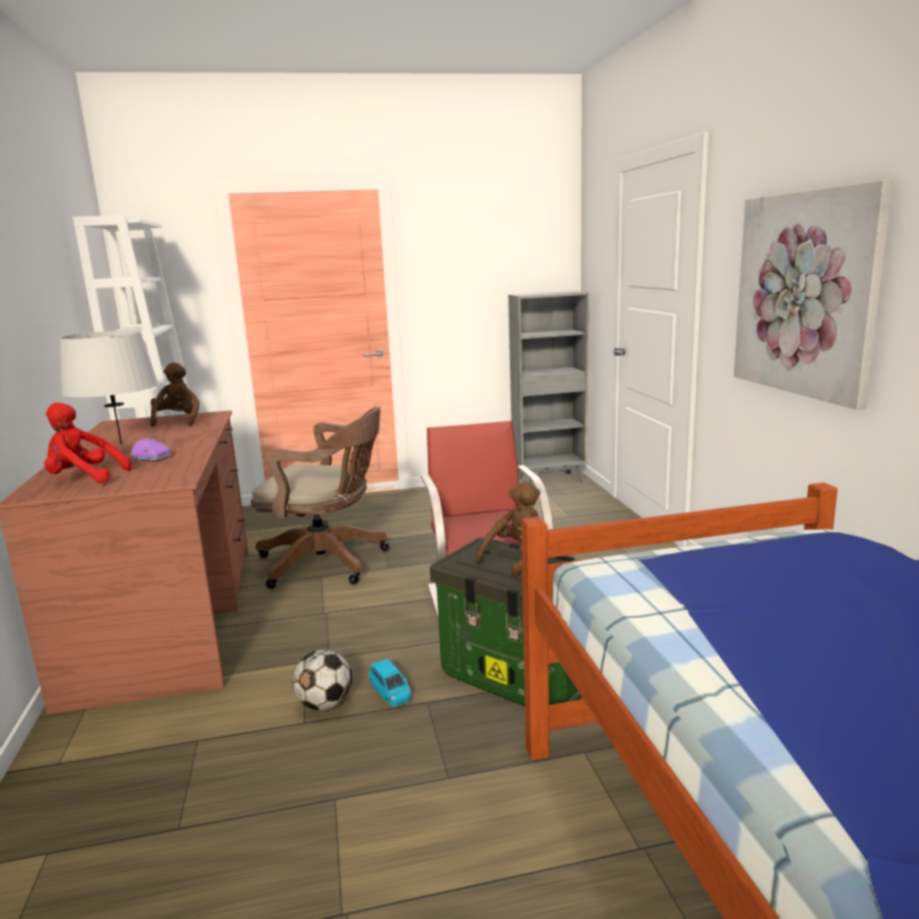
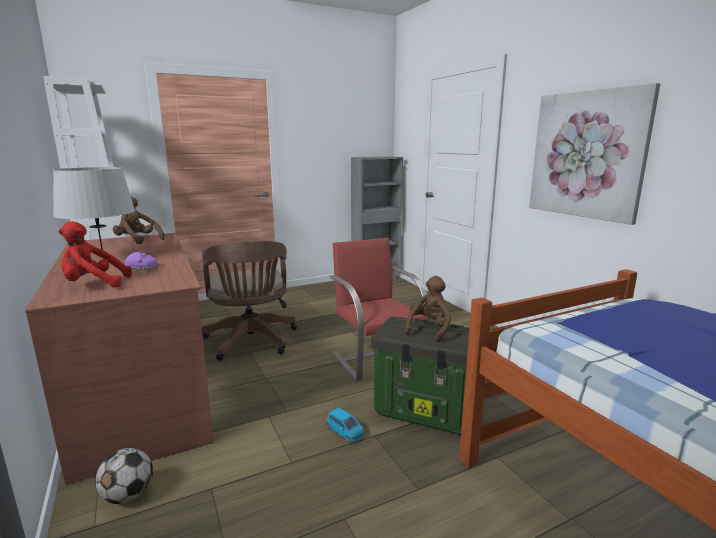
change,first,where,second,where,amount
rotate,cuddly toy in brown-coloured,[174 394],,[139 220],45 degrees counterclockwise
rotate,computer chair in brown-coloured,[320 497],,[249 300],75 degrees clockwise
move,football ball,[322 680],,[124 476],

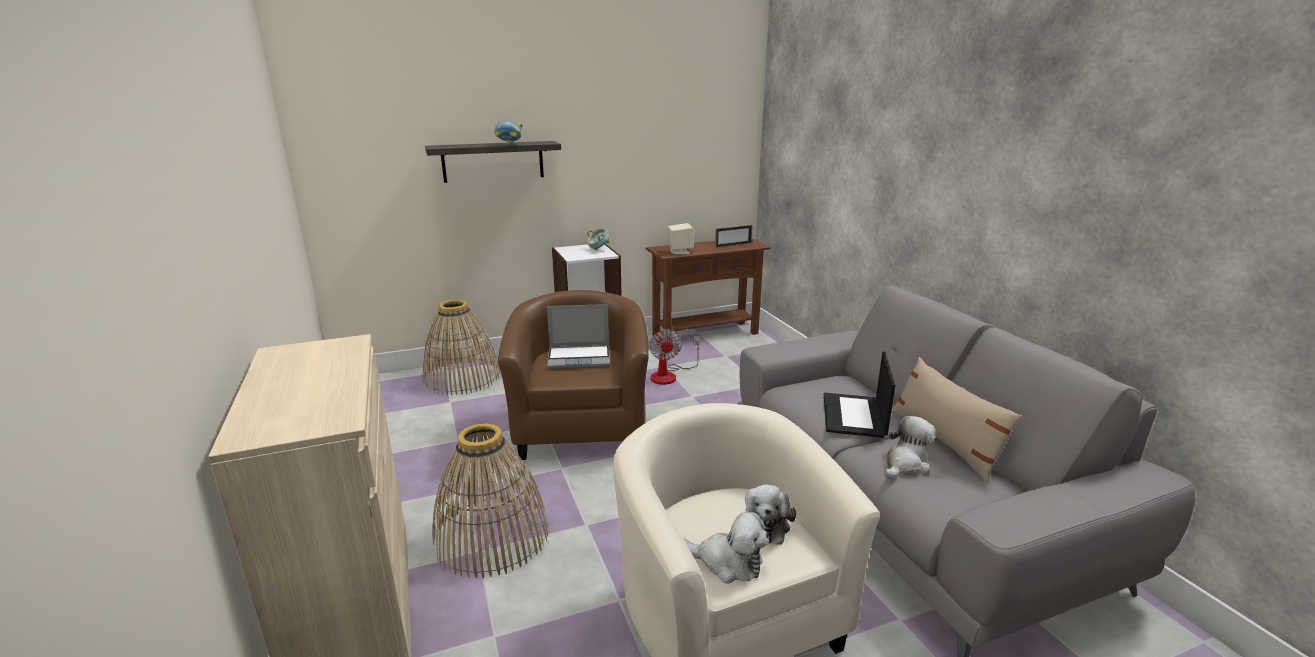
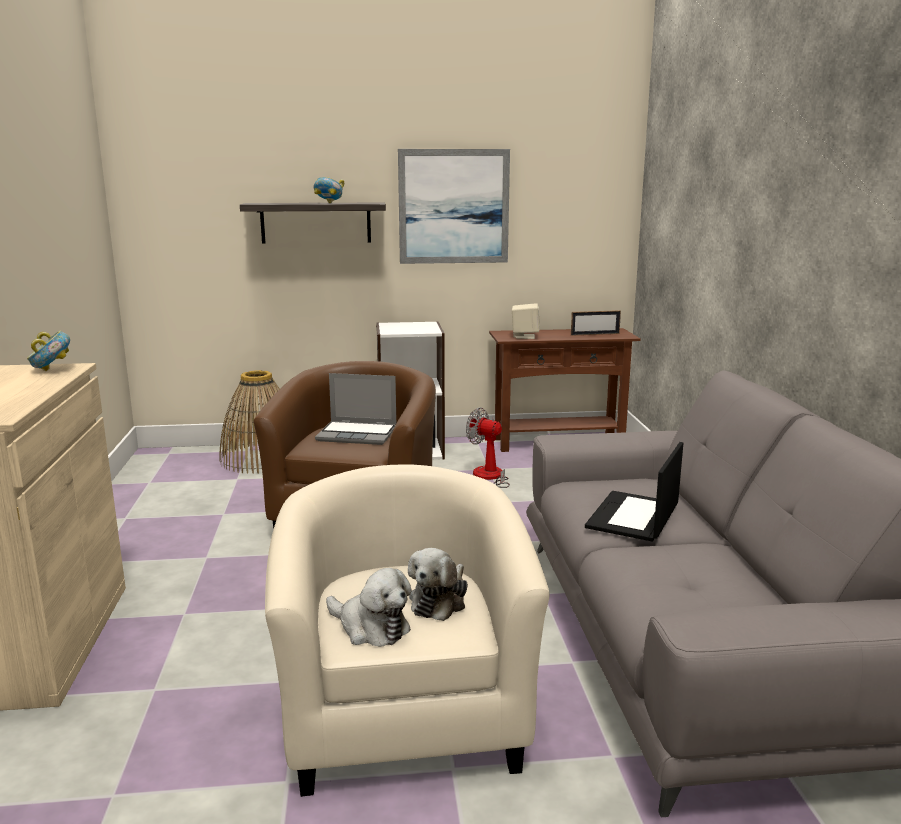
change,first,where,second,where,amount
delete,household basket,[490 500],,,
move,deep dish,[598 239],,[48 350],
rotate,cooling fan,[675 357],,[488 447],120 degrees clockwise
delete,cuddly toy,[910 447],,,
delete,throw pillow in beige-coloured,[956 420],,,
insert,,,wall picture,[454 206],

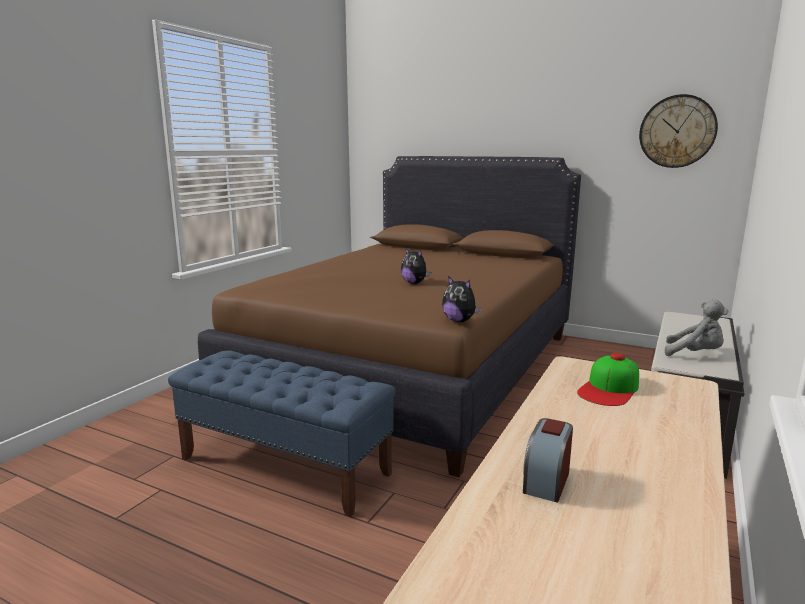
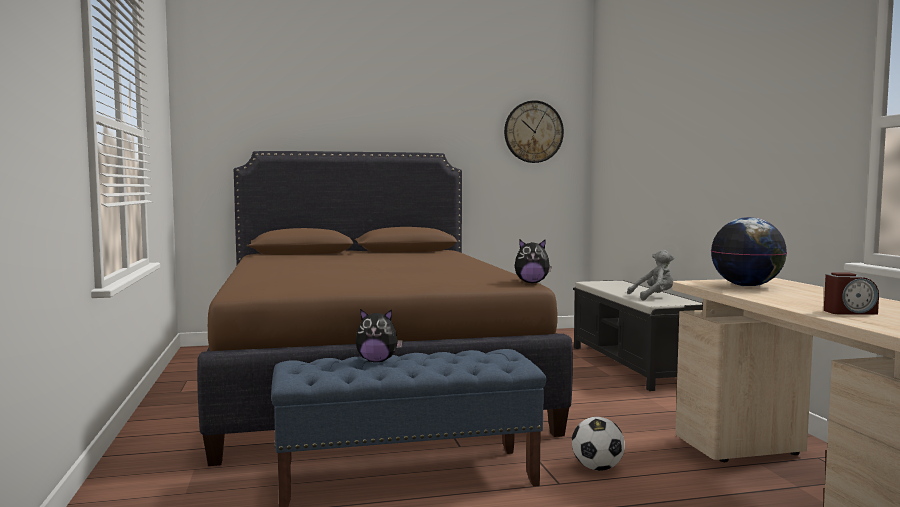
change,first,where,second,where,amount
move,cuddly toy,[416 266],,[379 335],
rotate,alarm clock,[548 460],,[851 294],75 degrees counterclockwise
replace,peaked cap,[608 379],world globe,[749 252],
insert,,,football ball,[598 444],

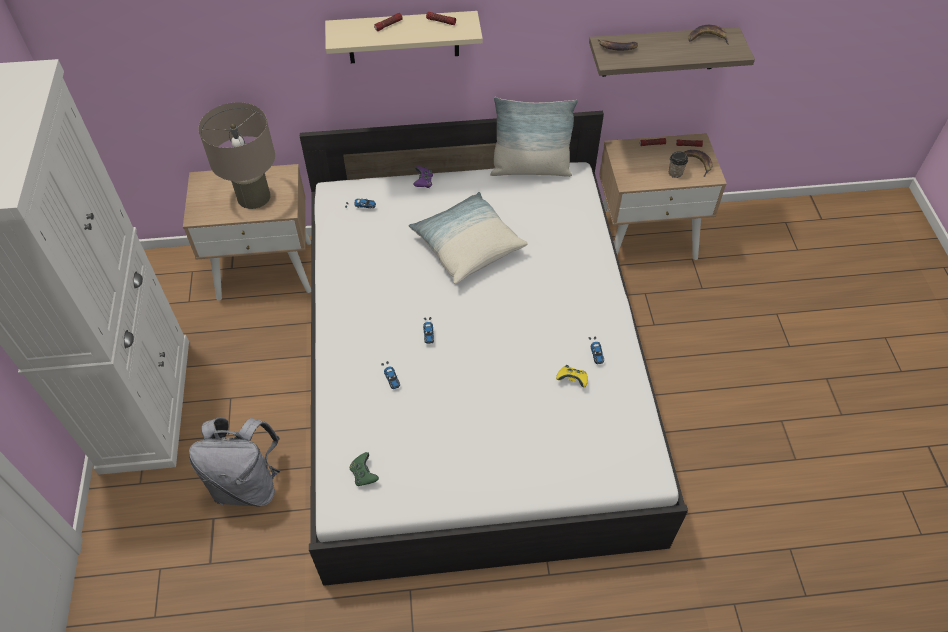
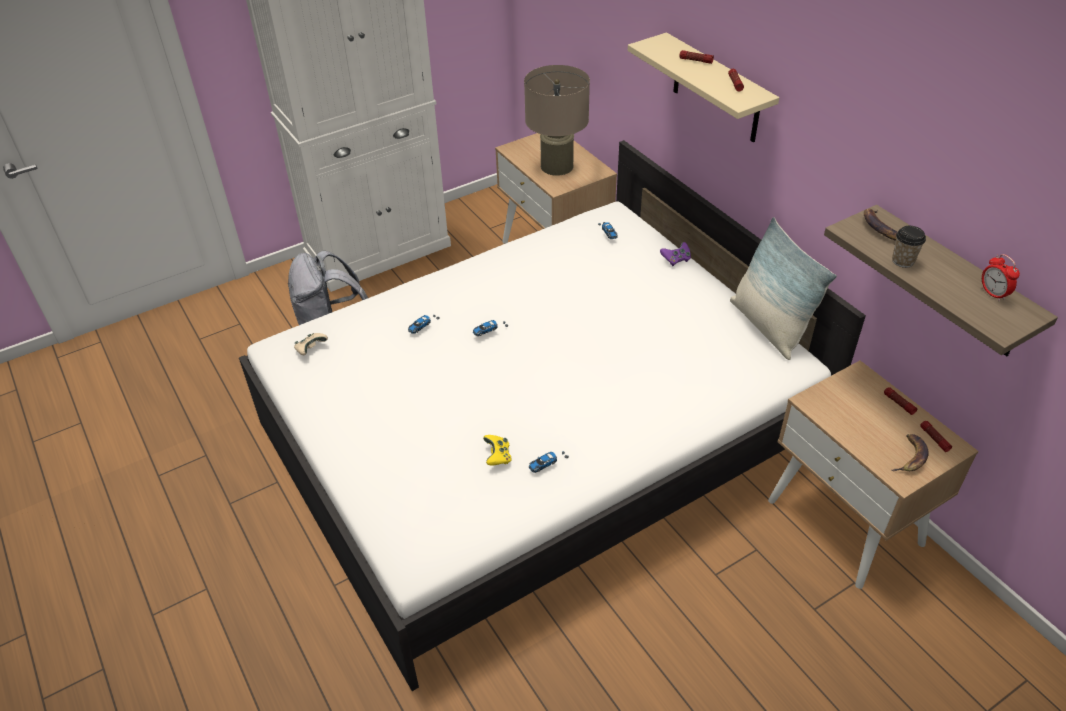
change,first,where,second,where,amount
recolor,game controller in greenish,[364 469],game controller in beige-coloured,[311 344],
delete,throw pillow,[468 238],,,
move,small cup,[678 164],,[909 247],
replace,whole banana,[708 34],alarm clock,[1001 277],

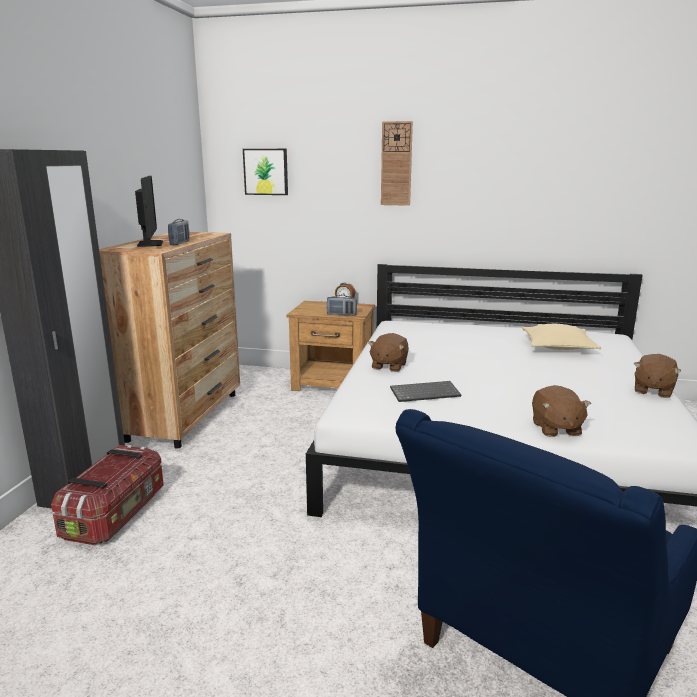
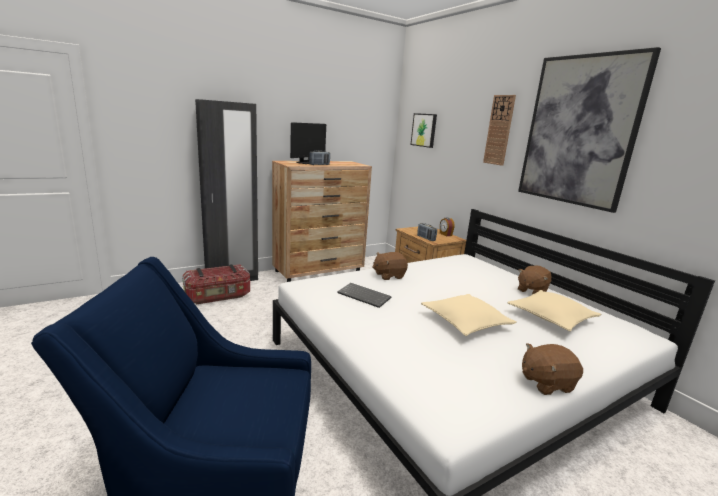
change,first,where,second,where,amount
move,cuddly toy in brown-coloured,[561 411],,[534 280],
insert,,,throw pillow in beige-coloured,[469 315],
insert,,,wall picture,[589 130],

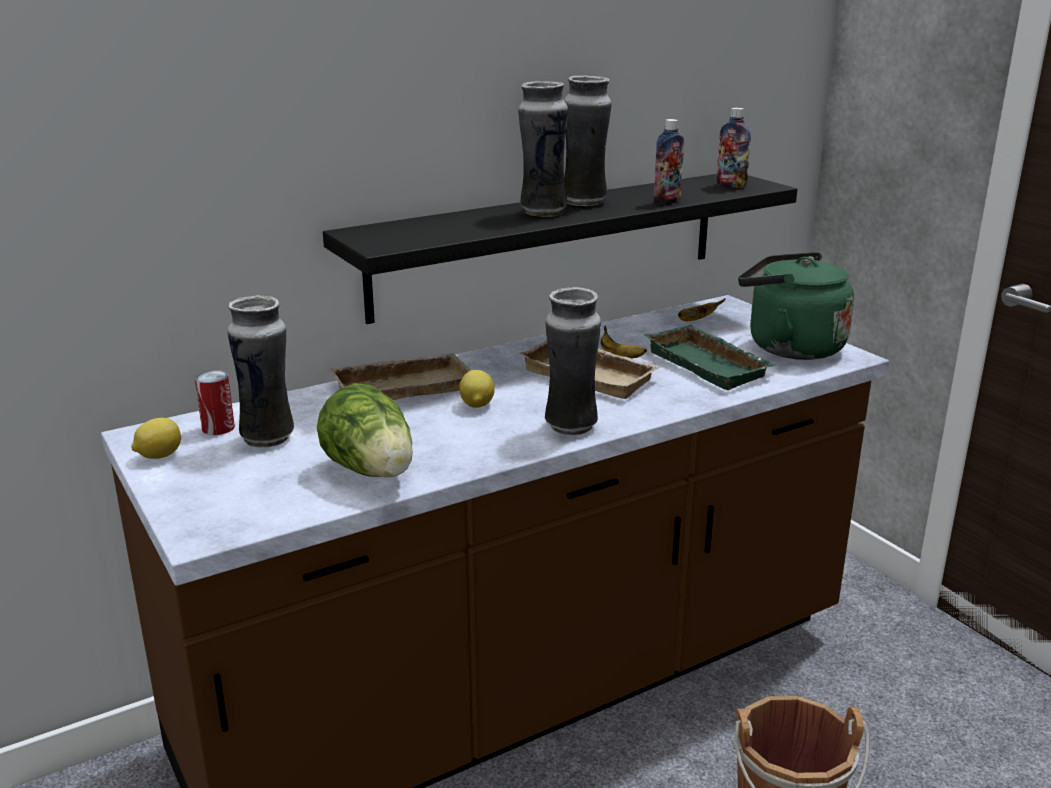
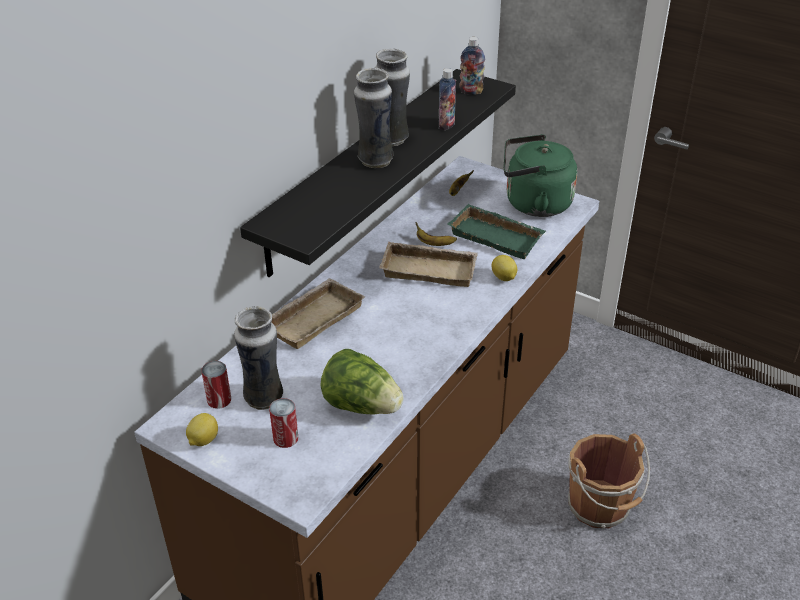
change,first,where,second,where,amount
move,lemon,[477 389],,[504 268],
delete,decorative vase,[573 361],,,
insert,,,sealed can,[283 423],

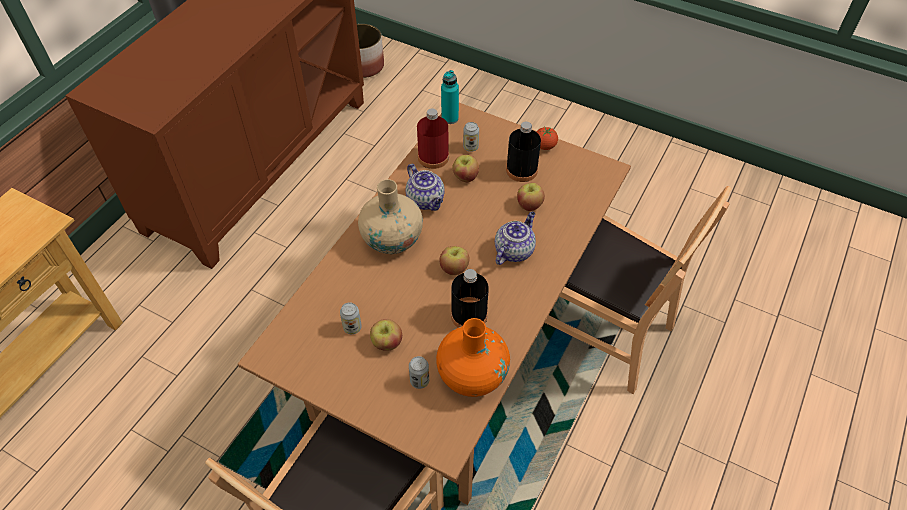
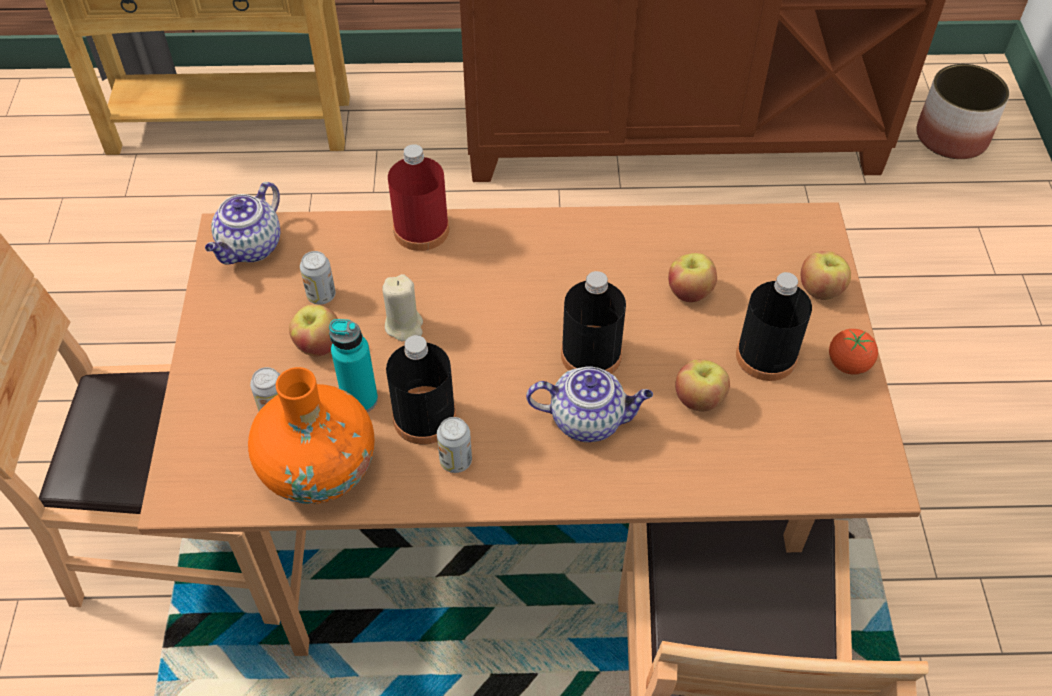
change,first,where,second,where,amount
delete,decorative vase in beige-coloured,[390 216],,,
move,tea pot,[425 187],,[242 223],
move,bottle in red,[433 139],,[418 197],
move,apple fruit,[454 260],,[826 275],
move,bottle in turquoise,[450 97],,[353 365],
move,sealed can,[471 137],,[454 445],
insert,,,wax light in beige-coloured,[402 307],
insert,,,bottle in black-coloured,[593 322],

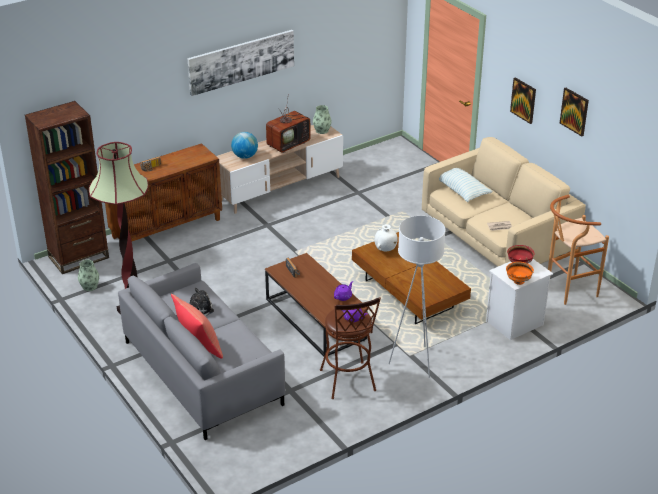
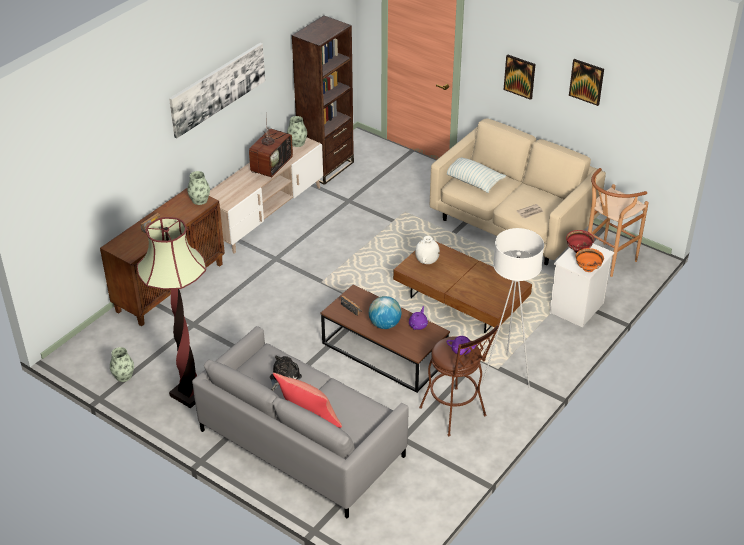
change,first,where,second,where,amount
move,bookcase in brown-coloured,[67 187],,[323 100],
move,world globe,[244 145],,[385 312],
insert,,,decorative vase,[198 188],

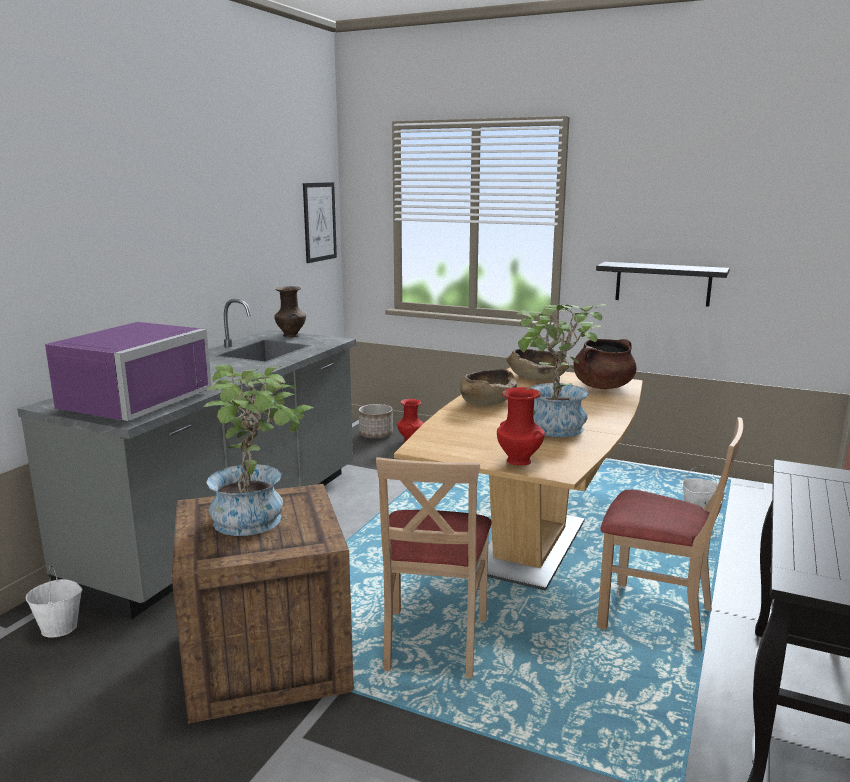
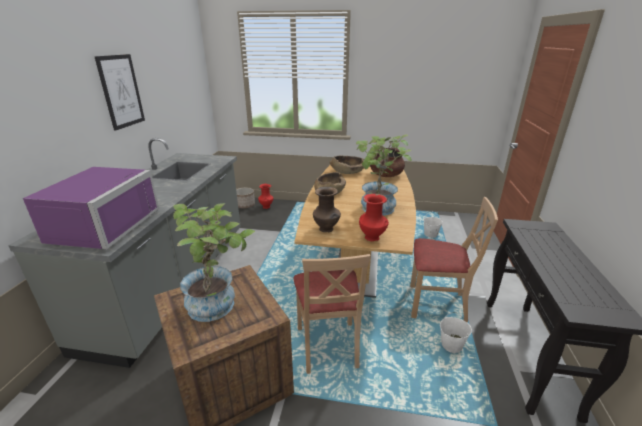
change,first,where,second,where,amount
move,pail in white-coloured,[54 602],,[456 333],
move,decorative vase in brown-coloured,[290 311],,[327 209],
move,wall picture,[320 222],,[120 92],
delete,wall shelf in black-coloured,[663 284],,,

